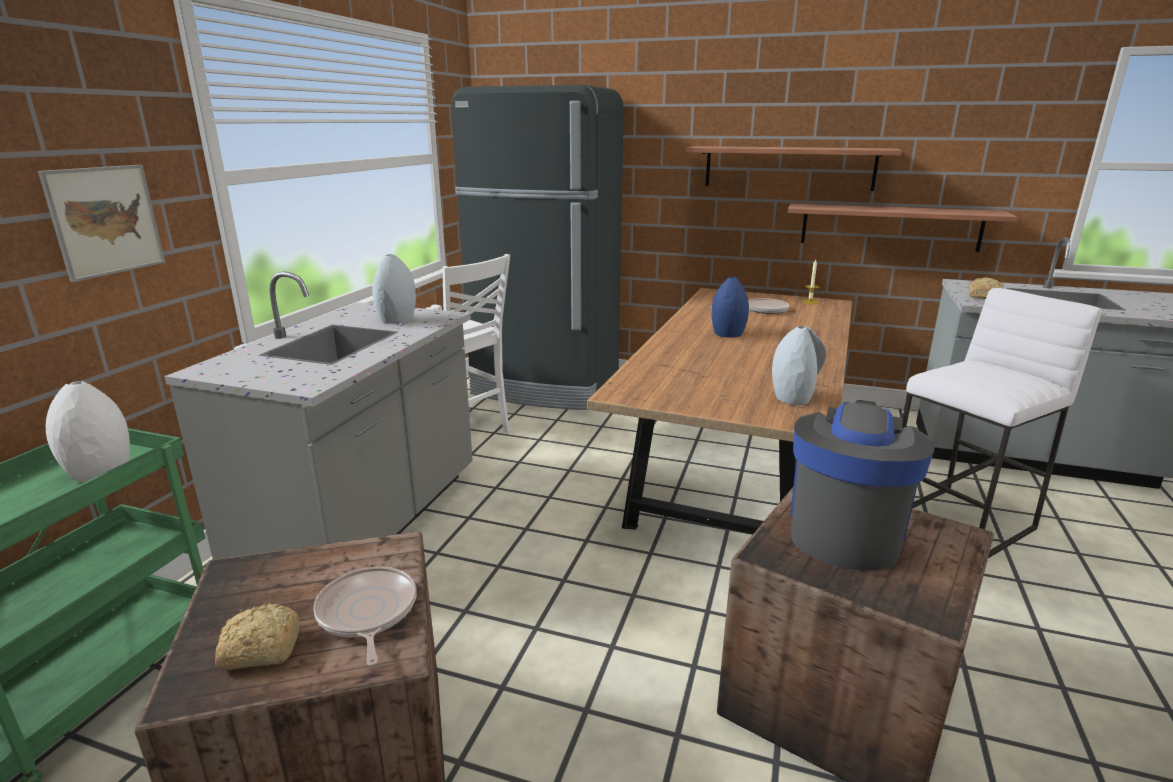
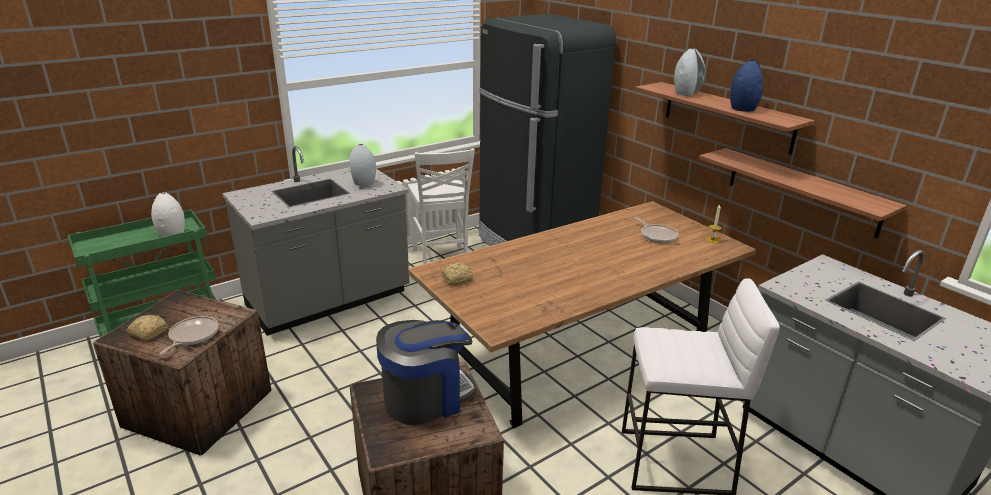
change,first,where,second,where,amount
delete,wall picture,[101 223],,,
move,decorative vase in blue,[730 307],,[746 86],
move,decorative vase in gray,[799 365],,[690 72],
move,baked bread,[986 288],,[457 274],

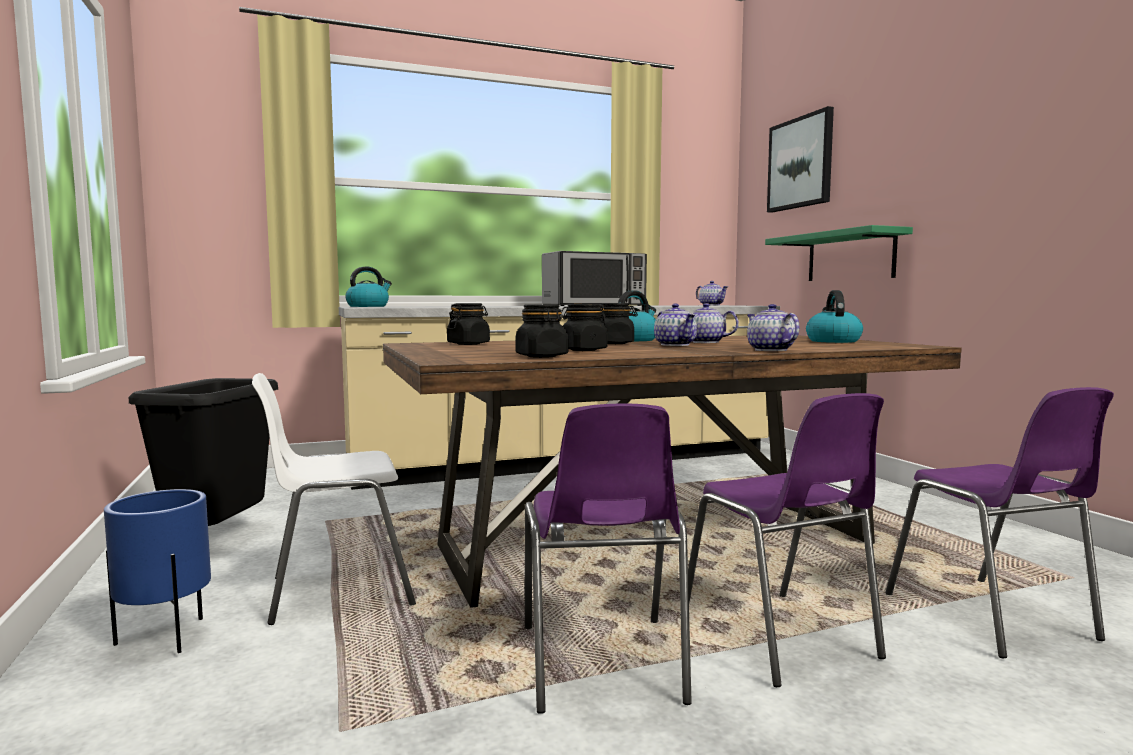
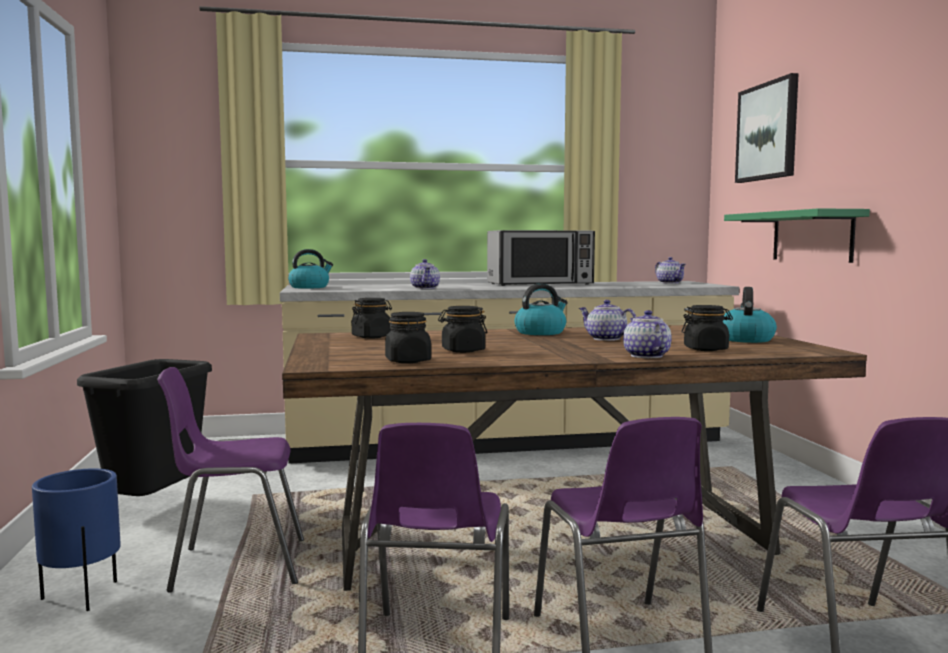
change,first,where,second,where,amount
recolor,chair in white-coloured,[334 499],chair in purple-coloured,[230 480],
move,jar in black-coloured,[619 323],,[707 328],
move,tea pot,[675 324],,[425 274],

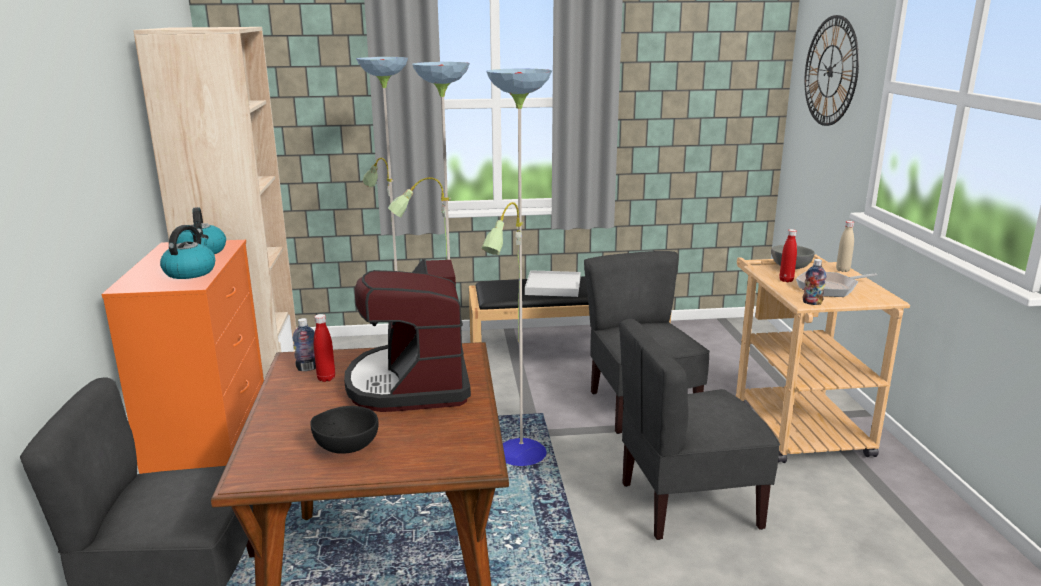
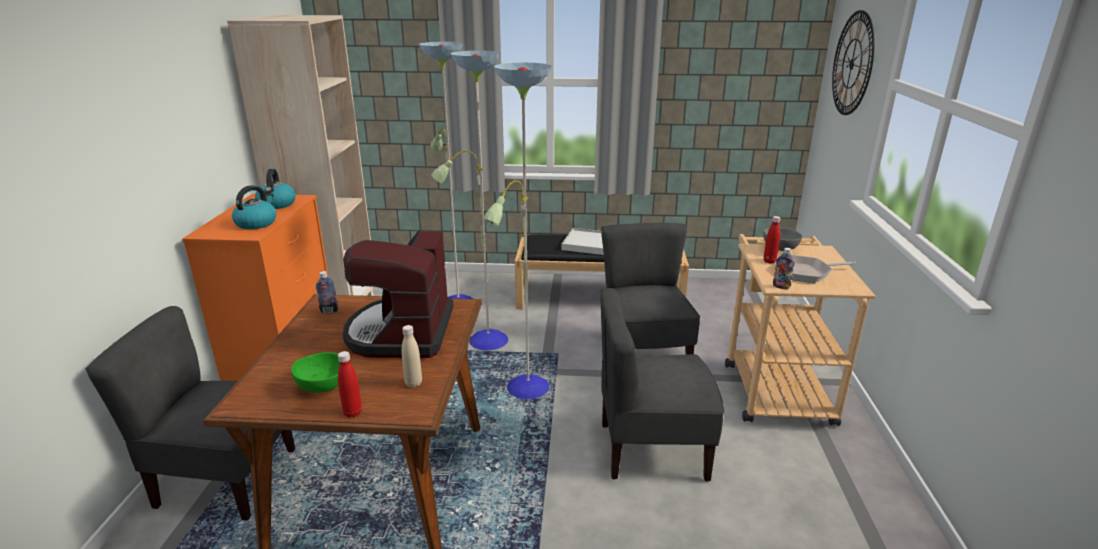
change,first,where,second,where,amount
recolor,deep dish in black-coloured,[344 430],deep dish in greenish,[315 372],
move,bottle in red,[324 348],,[350 384],
move,bottle in beige-coloured,[845 246],,[411 356],

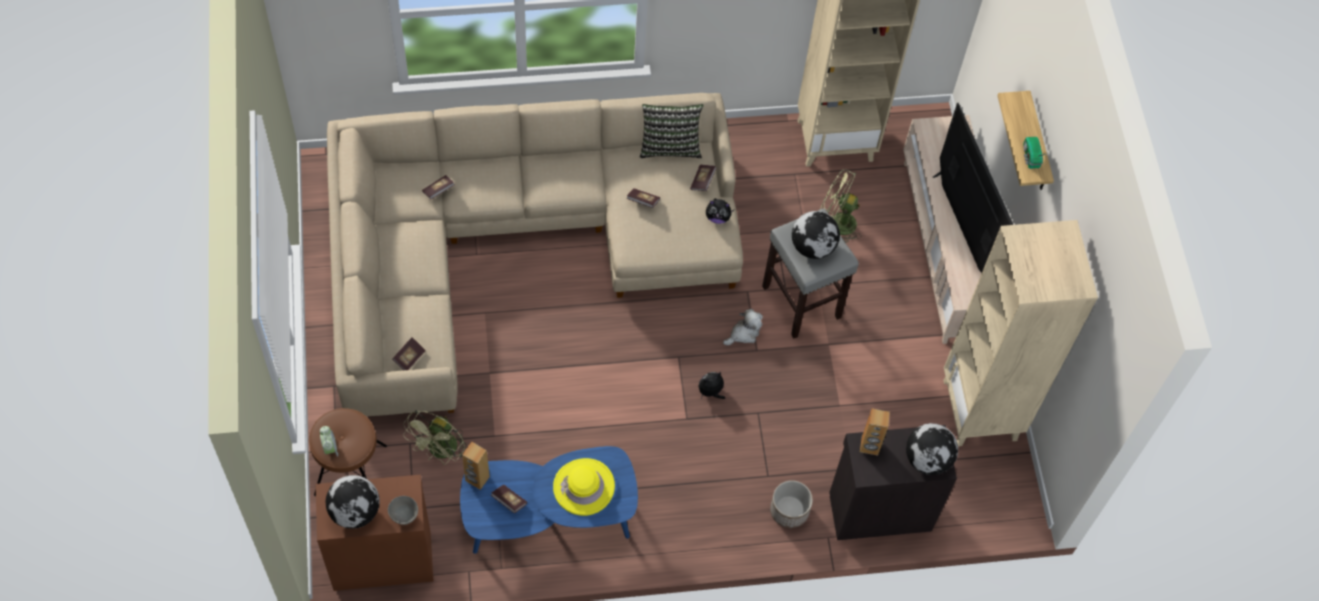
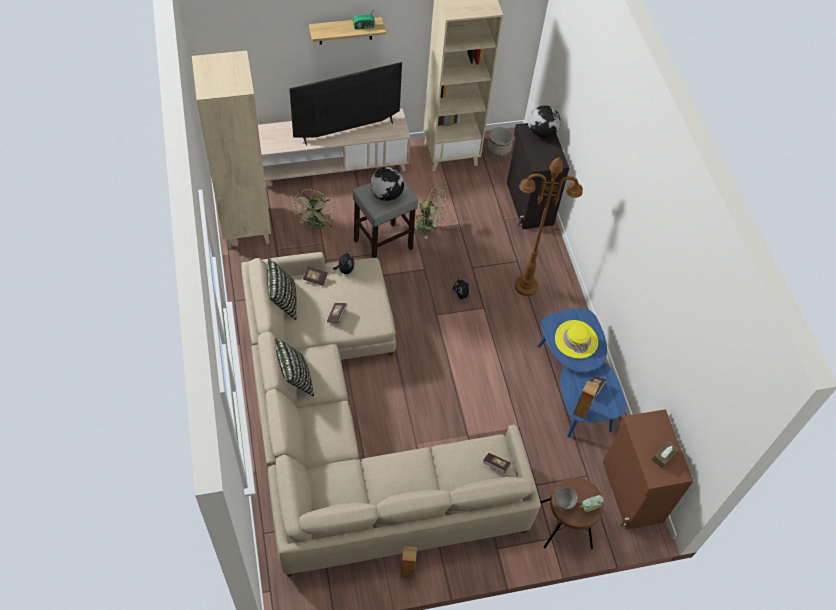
change,first,where,second,where,amount
replace,world globe,[353 502],box of tissues in brown-coloured,[665 454],
move,deep dish in gray,[403 510],,[566 498],
move,cooling fan in greenish,[435 437],,[431 213],
delete,volume,[438 187],,,
delete,cuddly toy,[743 327],,,
move,flower pot,[791 504],,[501 142],
move,audio speaker in brown-coloured,[875 432],,[408 562],
insert,,,throw pillow,[294 367],
insert,,,standing lamp in brown-coloured,[549 226],

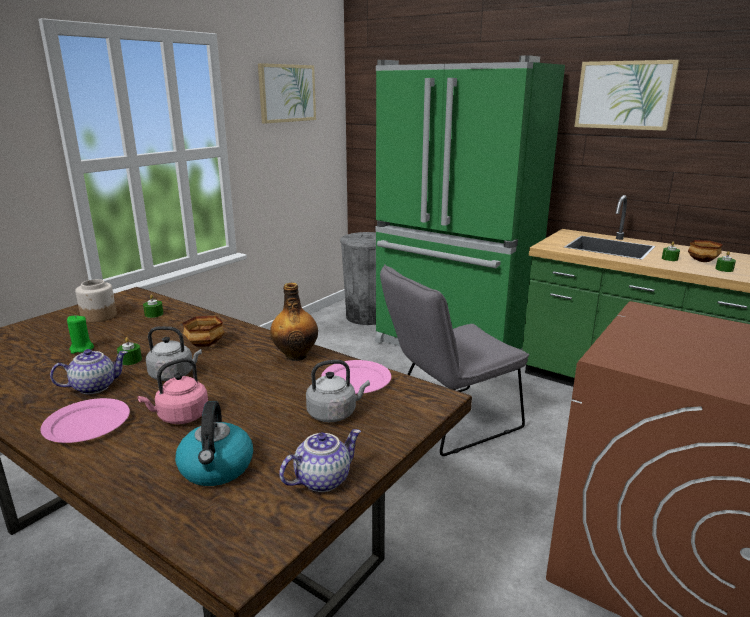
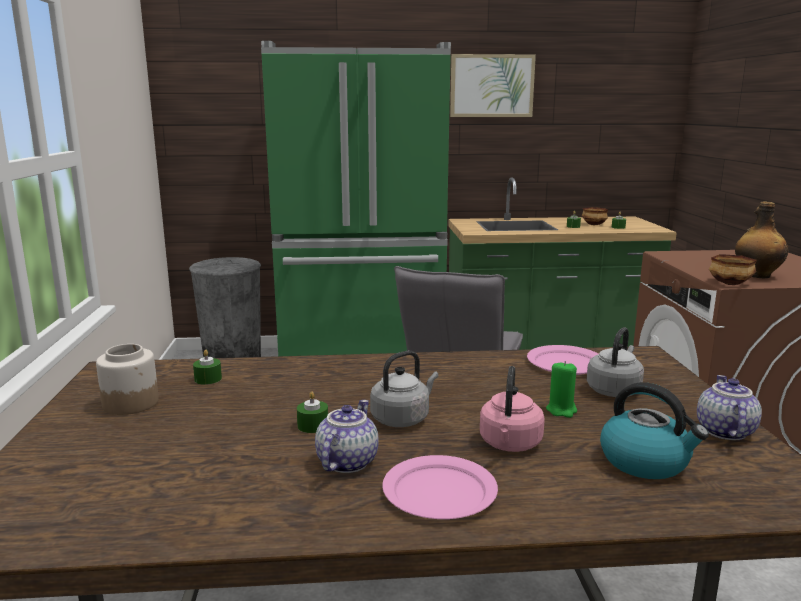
change,first,where,second,where,amount
move,wax light in greenish,[80 334],,[561 389],
move,deep dish,[203 331],,[733 269],
delete,wall picture,[287 93],,,
move,bottle,[294 322],,[761 239],

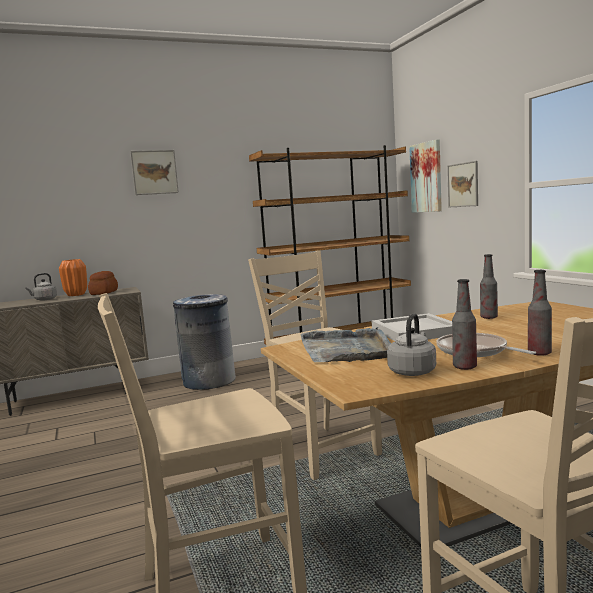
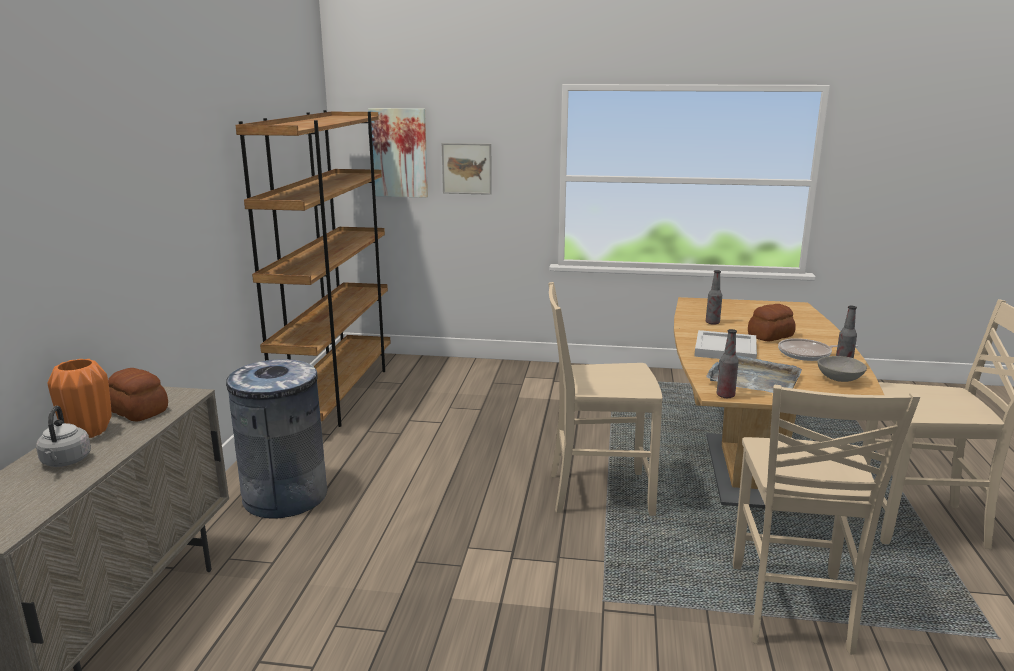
change,first,where,second,where,amount
delete,wall picture,[154 172],,,
replace,kettle in gray,[411 344],deep dish in gray,[842 369],
move,bottle,[540 313],,[728 363],
insert,,,baked bread,[772 322],

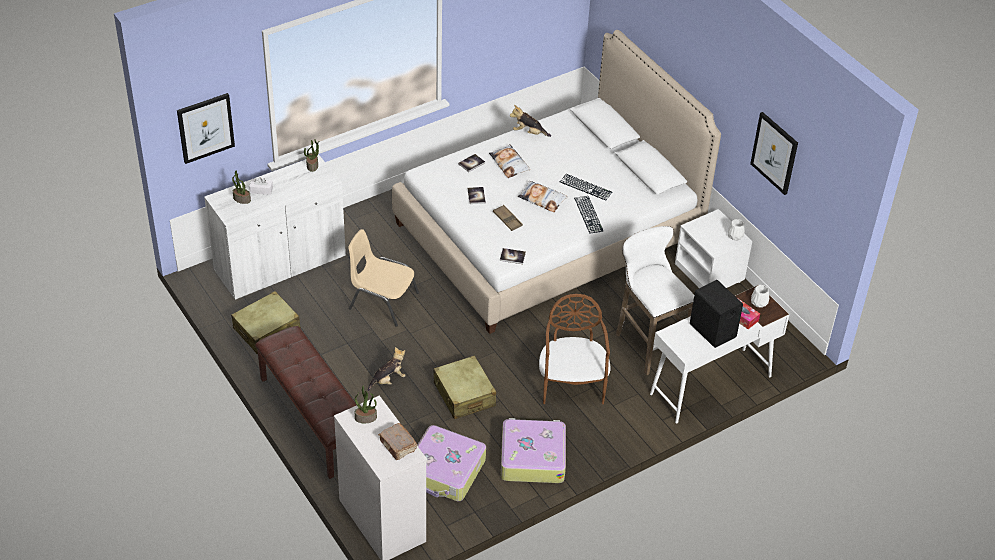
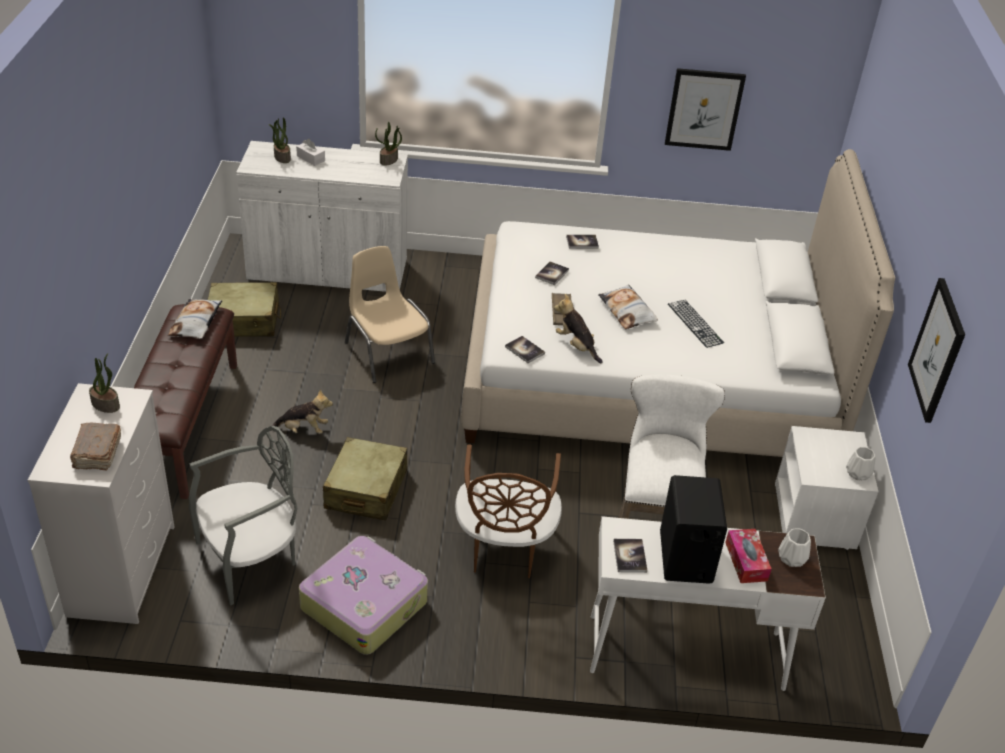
change,first,where,second,where,amount
move,wall picture,[206 128],,[705 109],
replace,suitcase,[451 463],chair in gray,[243 515],
move,throw pillow,[509 161],,[195 319],
move,cuddly toy,[530 121],,[578 328],
rotate,chair in brown-coloured,[574 349],,[508 511],150 degrees clockwise
delete,computer keyboard,[588 215],,,
insert,,,volume,[630 556],

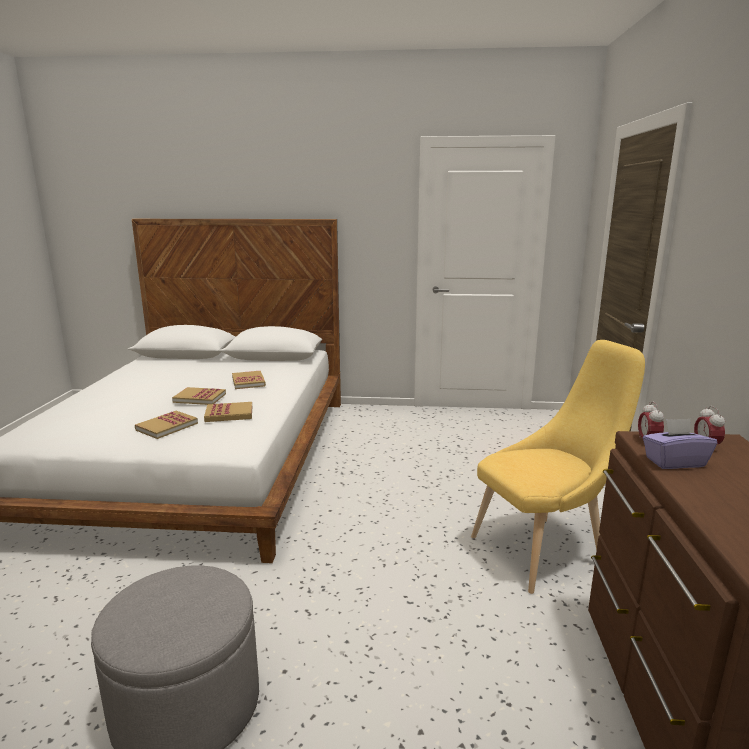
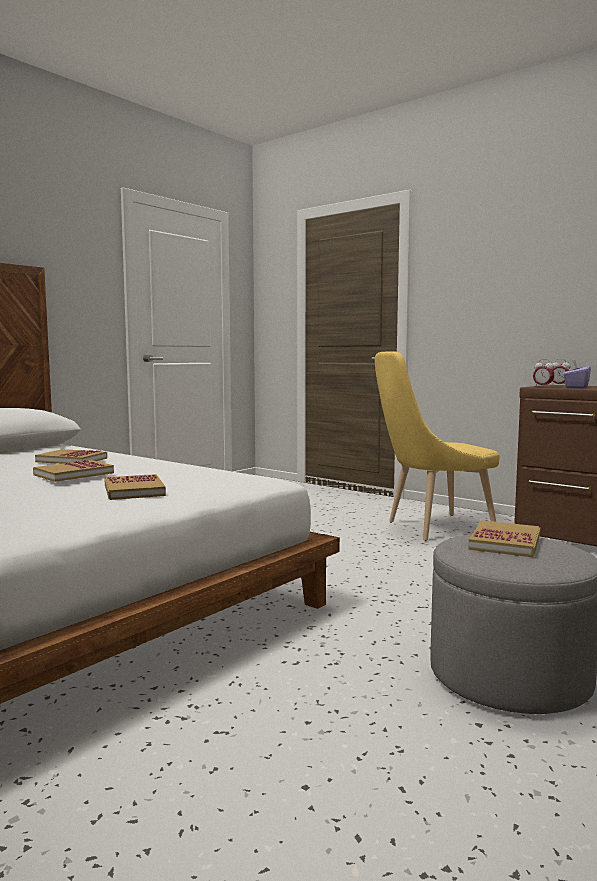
change,first,where,second,where,amount
move,volume,[228 412],,[504 538],
rotate,chair in yellow-coloured,[558 467],,[437 446],120 degrees counterclockwise

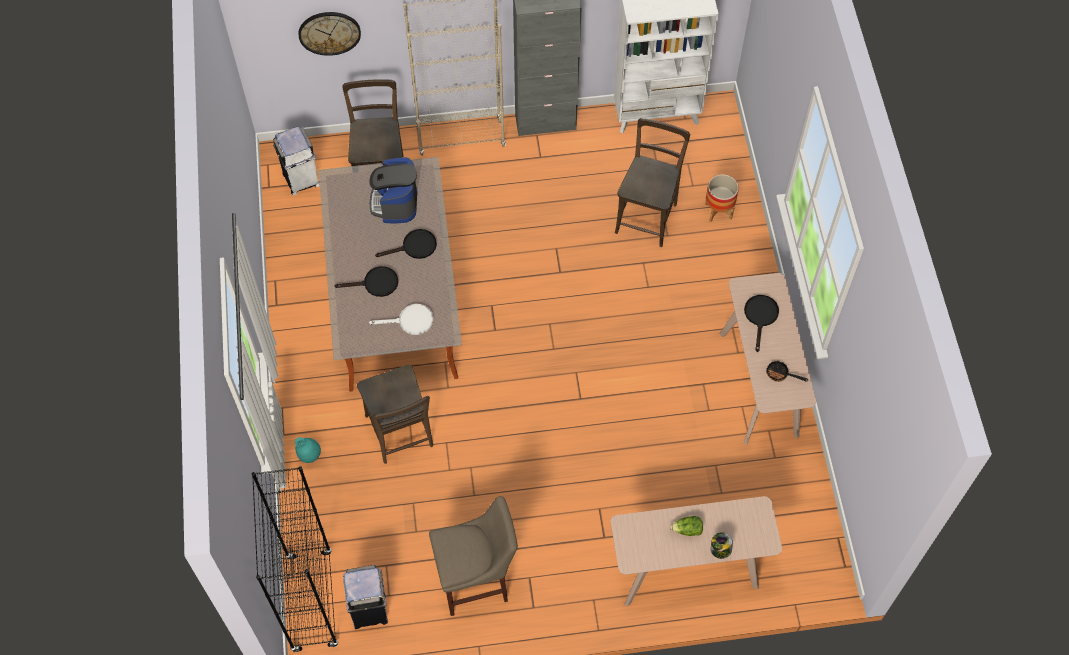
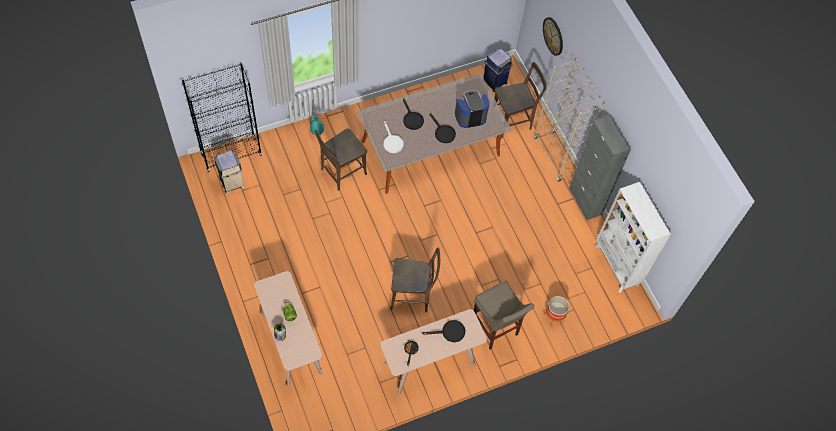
change,first,where,second,where,amount
recolor,waste bin in white-coloured,[296 160],waste bin in blue,[498 70],
move,stool in beige-coloured,[473 556],,[504 315],
move,chair in brown-coloured,[652 182],,[415 279],

